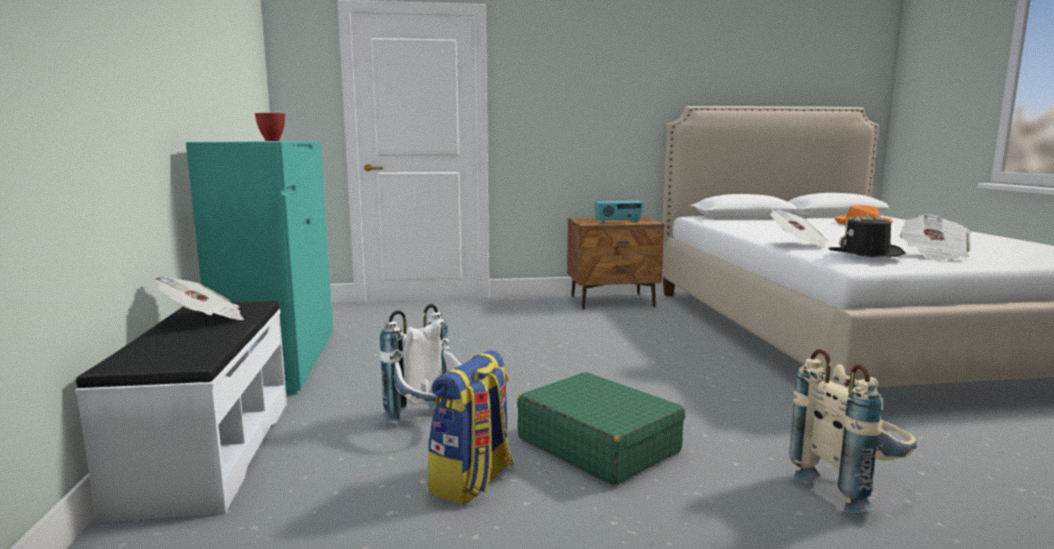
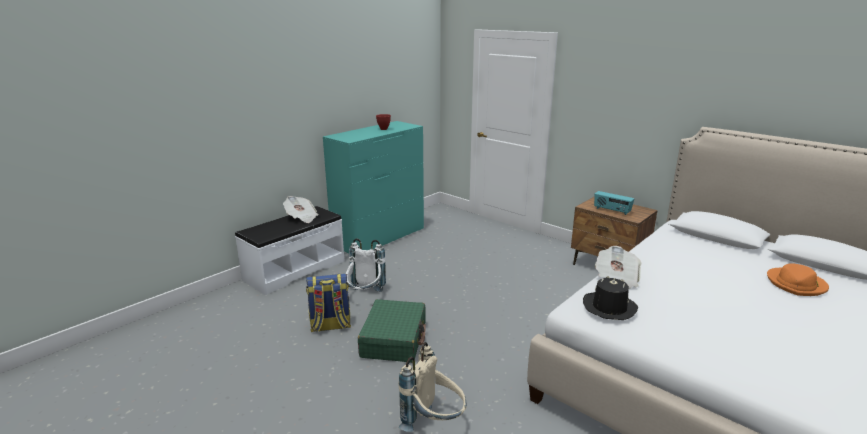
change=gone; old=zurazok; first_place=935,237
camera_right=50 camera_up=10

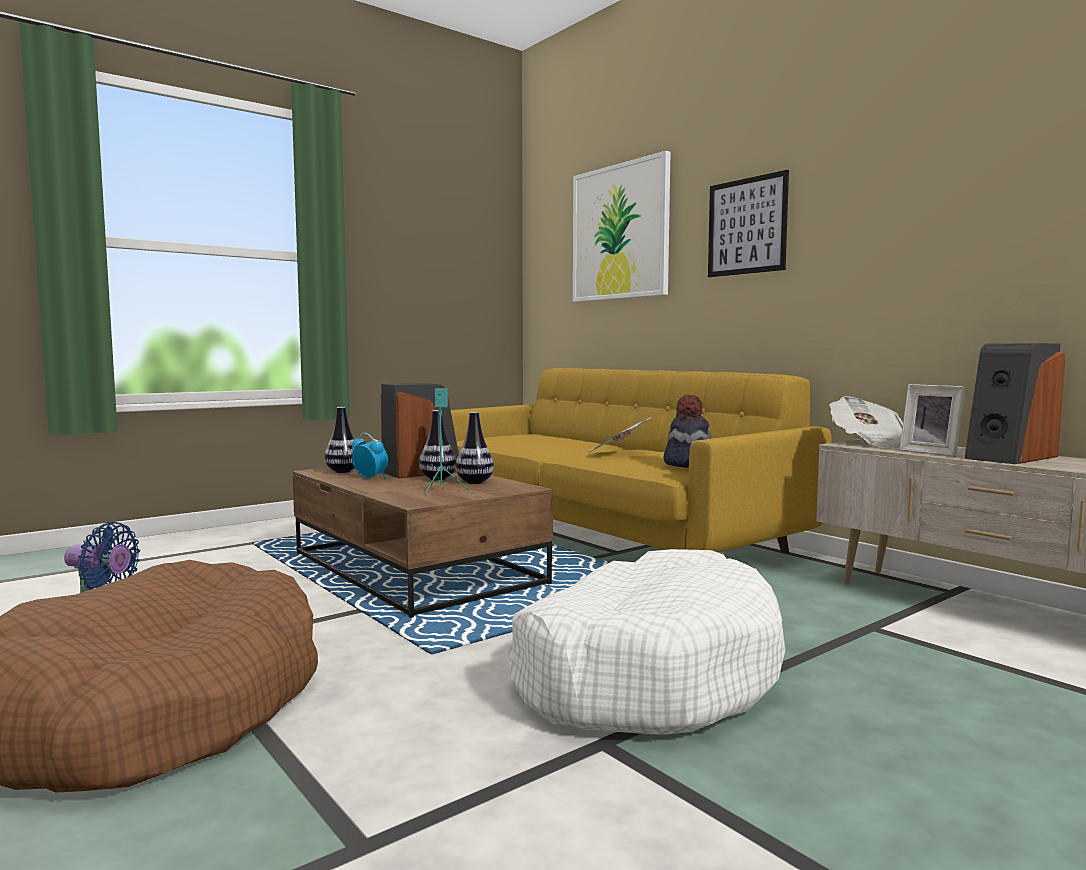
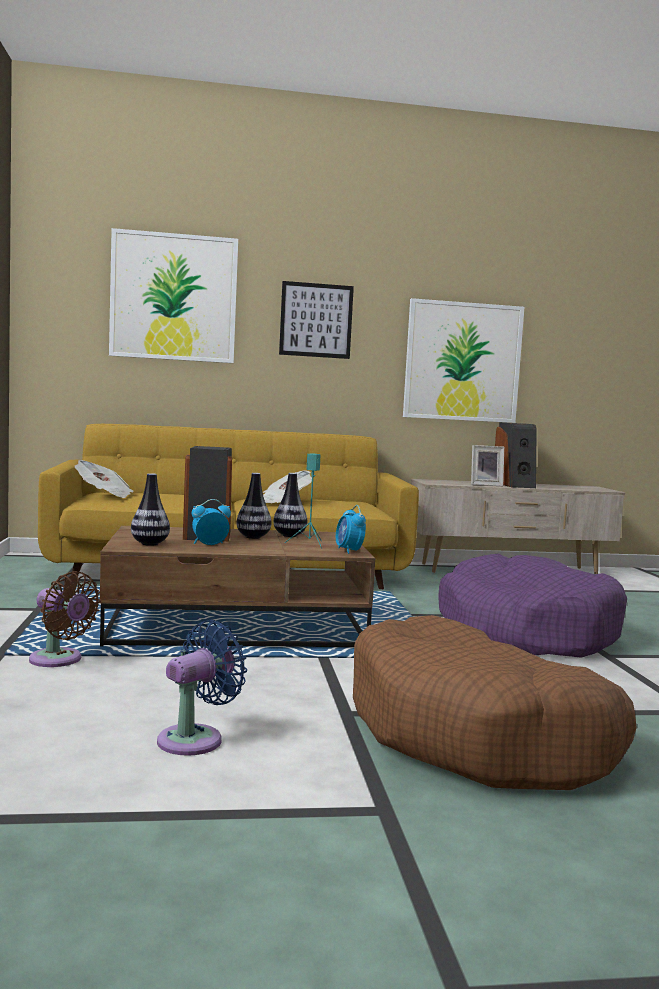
change=gone; old=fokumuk; first_place=687,431
change=new; new=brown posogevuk; second_place=65,619
change=new; new=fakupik; second_place=351,529
change=new; new=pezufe; second_place=463,360
change=shifted; old=zurazok; first_place=866,422; second_place=104,479
change=repainted; old=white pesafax; new=purple pesafax; first_place=646,642; second_place=532,605
camera_right=-60 camera_up=0

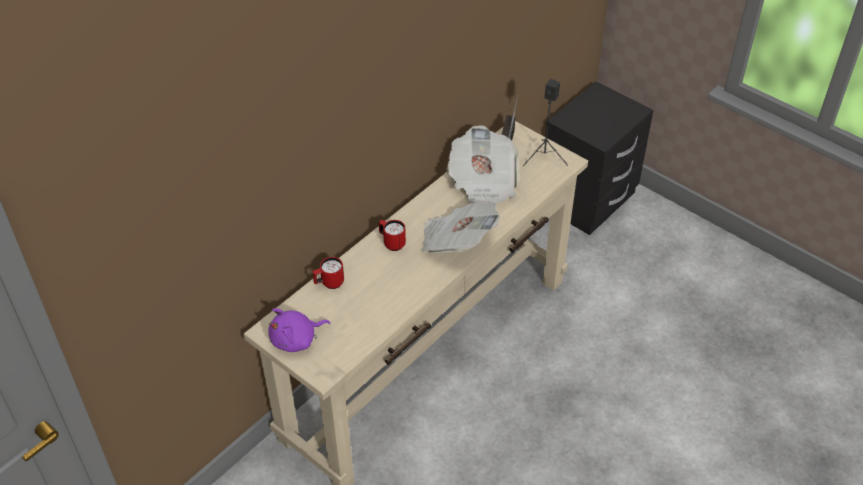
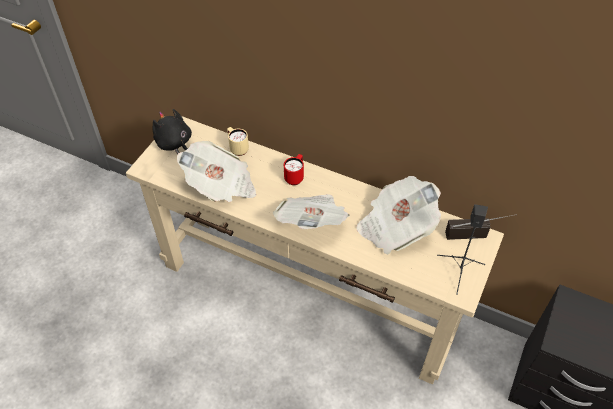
change=new; new=zurazok; second_place=217,171
change=repainted; old=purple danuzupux; new=black danuzupux; first_place=299,330; second_place=172,131
change=repainted; old=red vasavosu; new=beige vasavosu; first_place=328,273; second_place=238,141
camera_right=75 camera_up=5

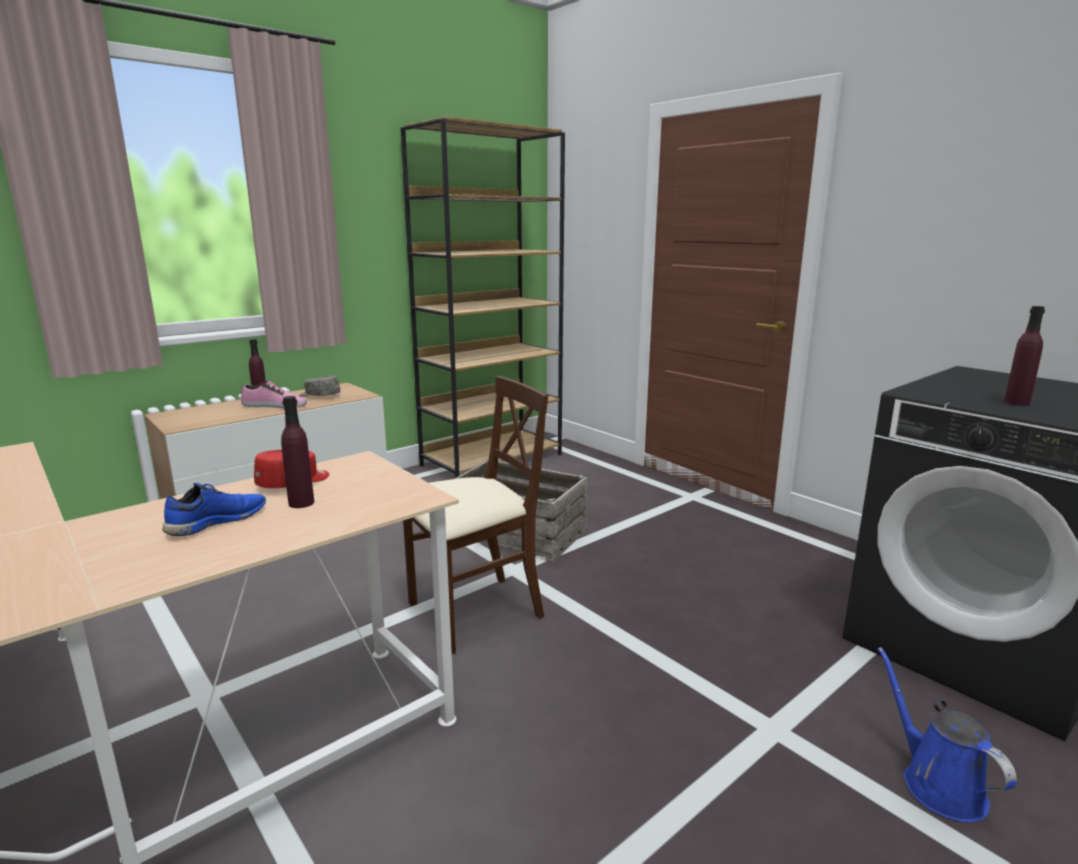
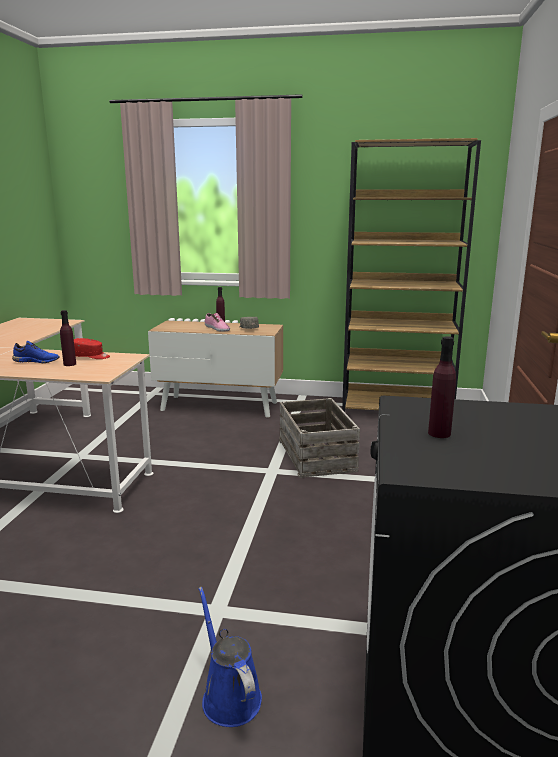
change=gone; old=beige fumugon; first_place=475,515
change=rotated; old=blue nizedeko; first_place=947,734; second_place=230,657; degrees=-60
camera_right=50 camera_up=0

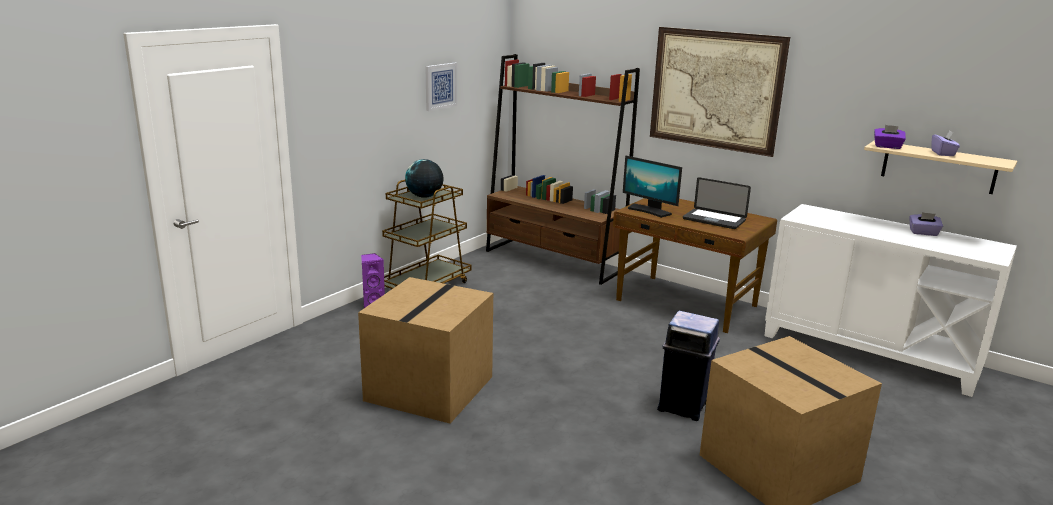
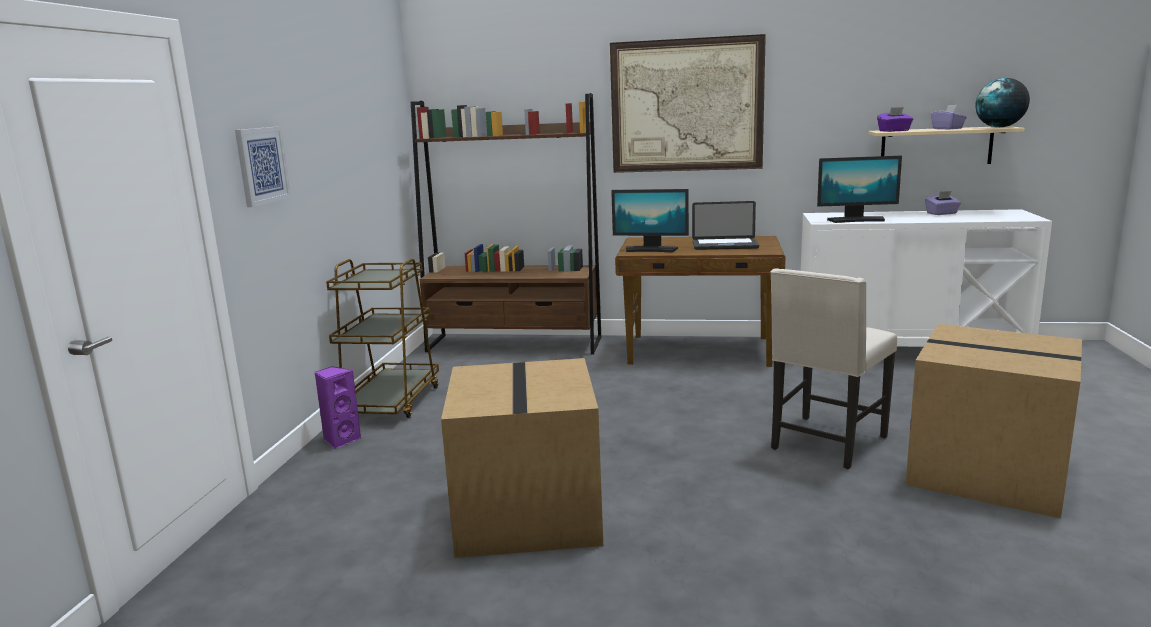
change=new; new=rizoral; second_place=859,189
change=shifted; old=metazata; first_place=424,178; second_place=1002,102
change=shifted; old=pezufe; first_place=441,87; second_place=263,166
change=swapped; old=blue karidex; new=beige fumugon; first_place=688,366; second_place=833,368
camera_right=-25 camera_up=-5

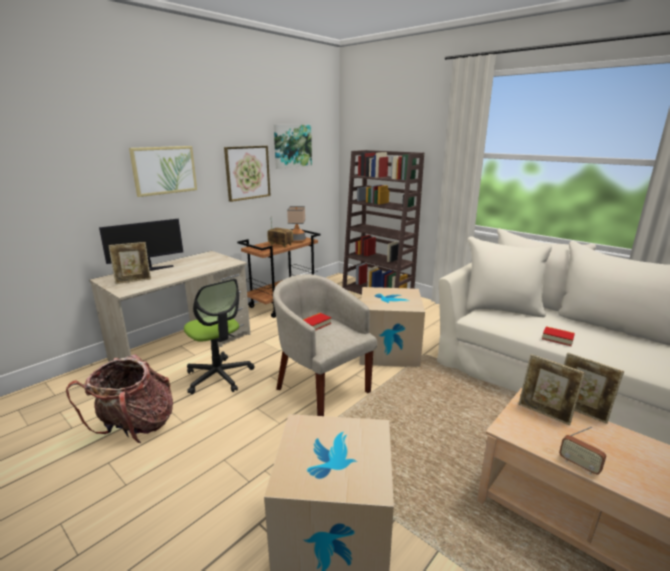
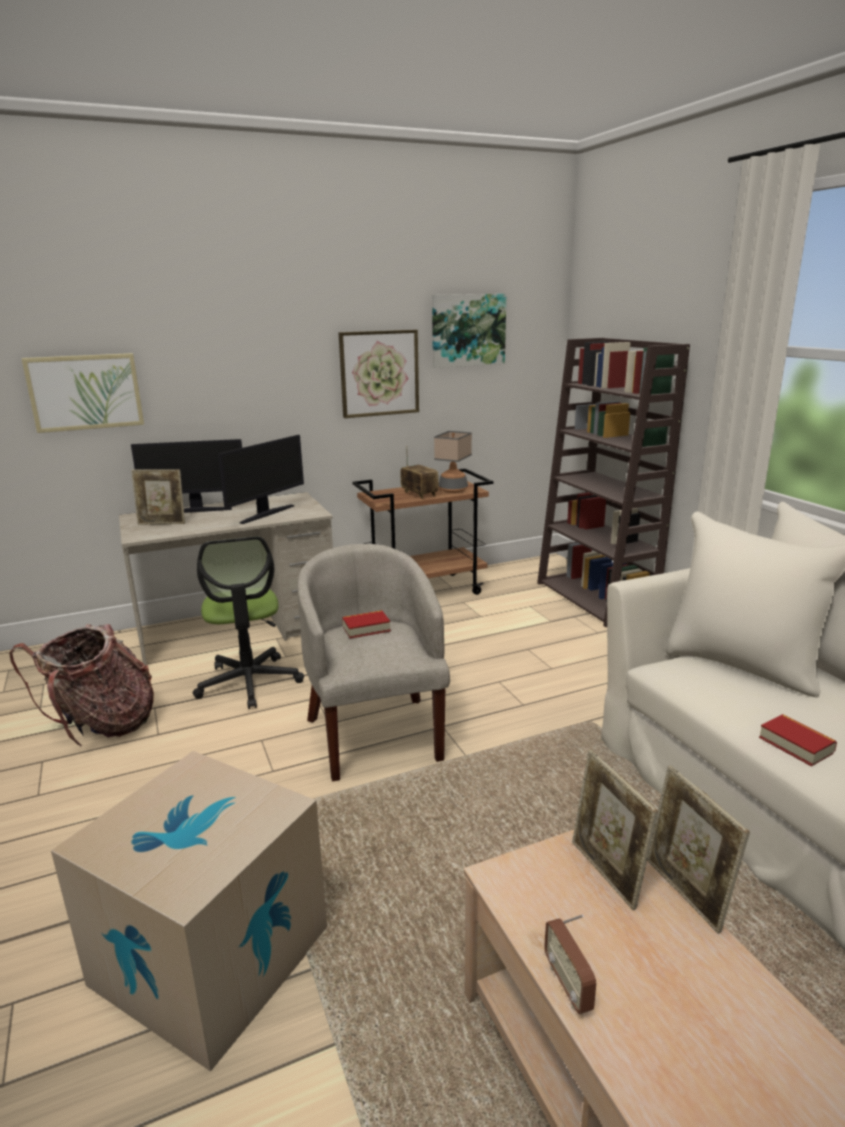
change=gone; old=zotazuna; first_place=392,327
change=new; new=rizoral; second_place=261,479
change=shifted; old=pezufe; first_place=163,171; second_place=82,393
camera_right=25 camera_up=0

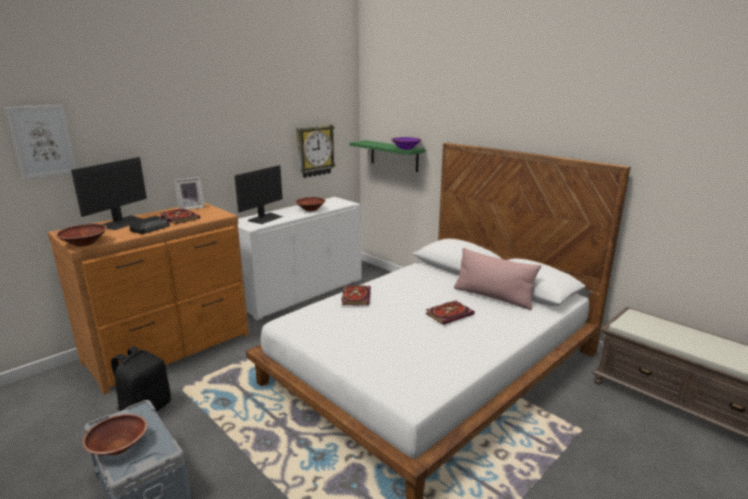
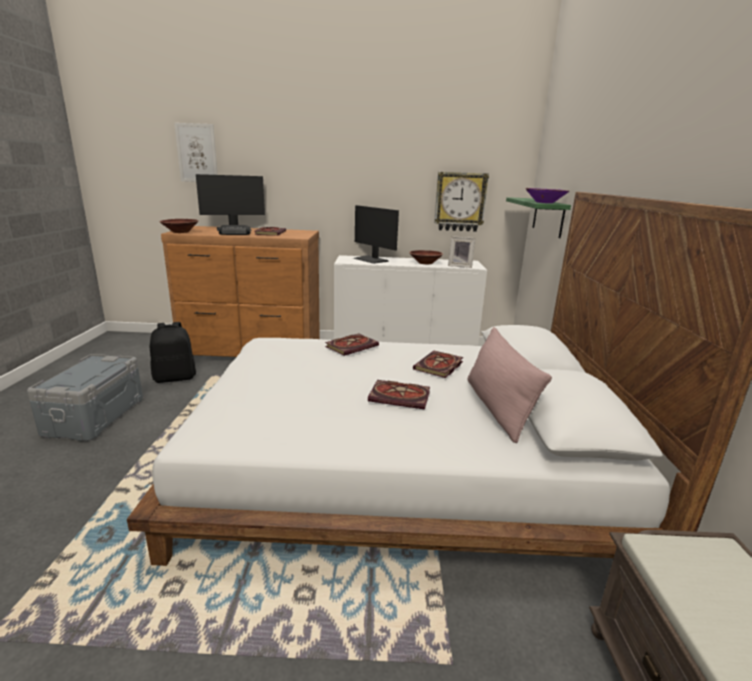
change=gone; old=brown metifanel; first_place=114,434
change=new; new=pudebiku; second_place=438,364
change=shifted; old=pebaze; first_place=189,193; second_place=461,252
change=rotated; old=rizoral; first_place=259,194; second_place=376,234; degrees=60
camera_right=45 camera_up=0

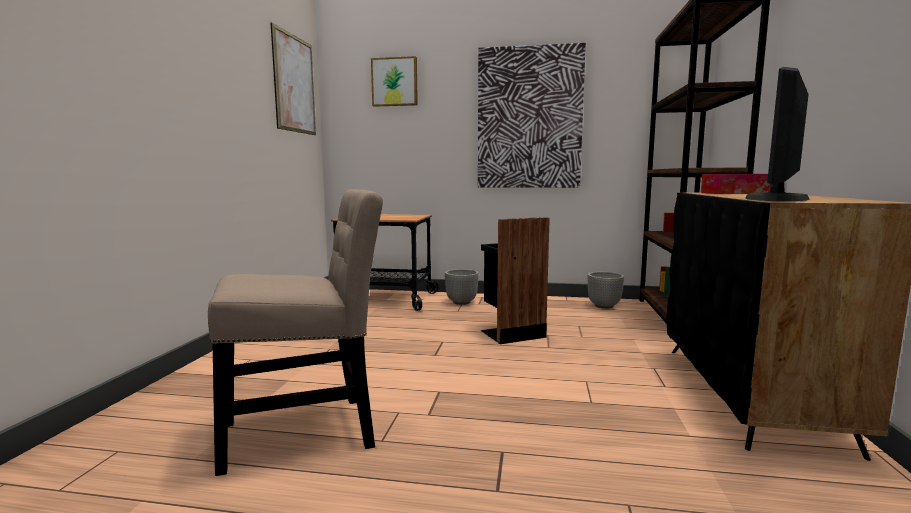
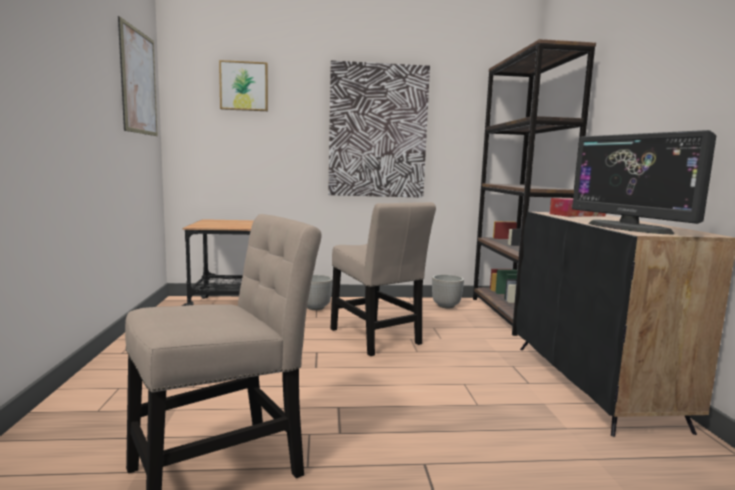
change=swapped; old=black karidex; new=beige fumugon; first_place=515,280; second_place=383,279
change=rotated; old=rizoral; first_place=777,134; second_place=644,182; degrees=-45
camera_right=-15 camera_up=0

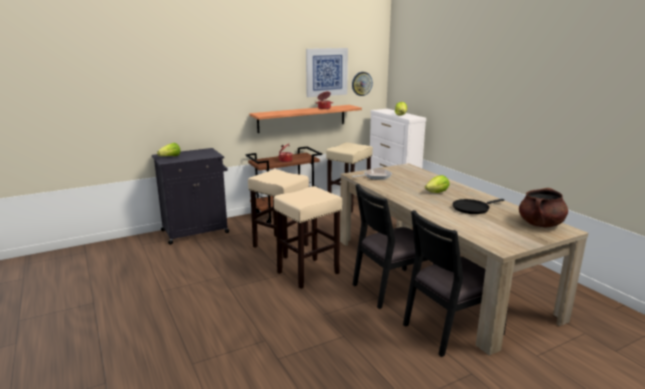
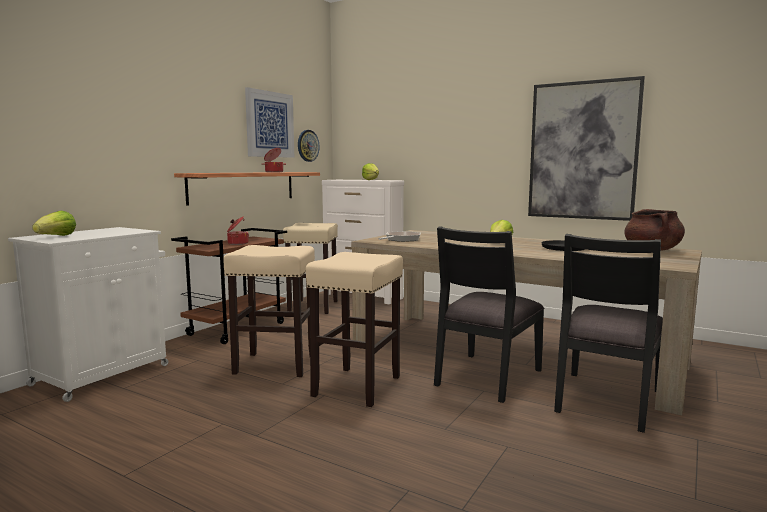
change=new; new=pezufe; second_place=586,148
change=repainted; old=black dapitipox; new=white dapitipox; first_place=190,196; second_place=88,314
camera_right=-30 camera_up=-10

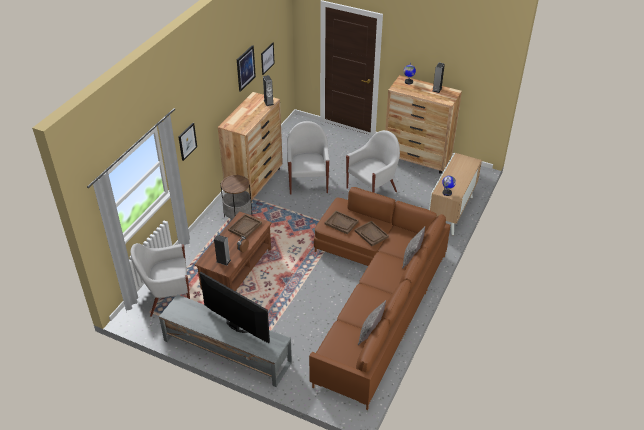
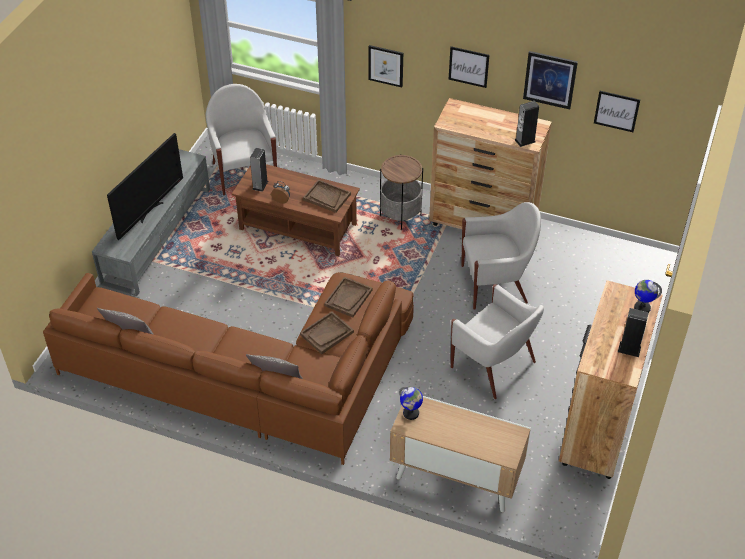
change=new; new=pezufe; second_place=469,67
camera_right=85 camera_up=5

